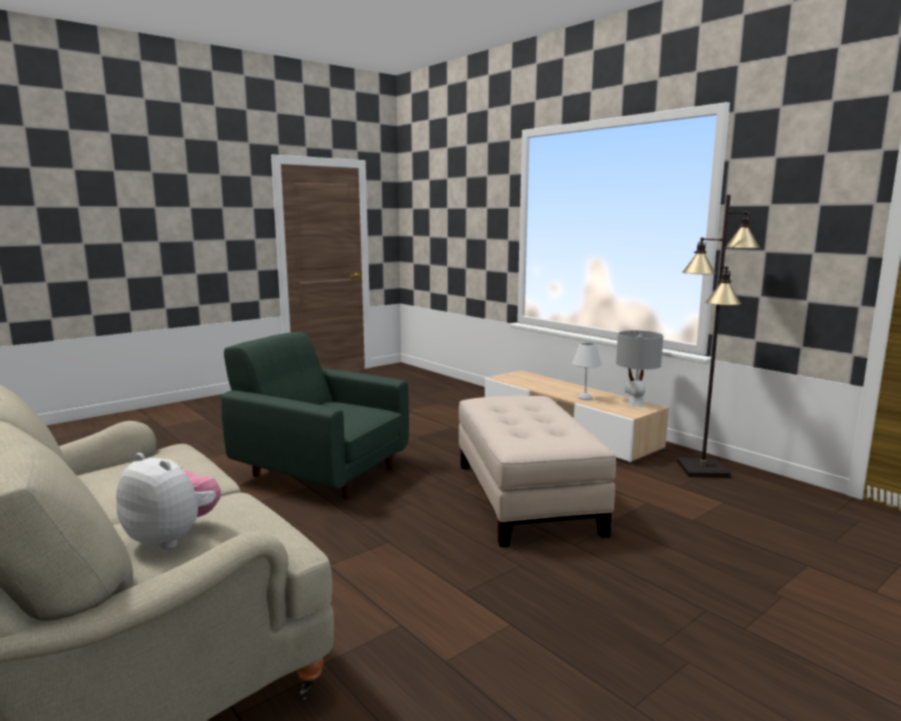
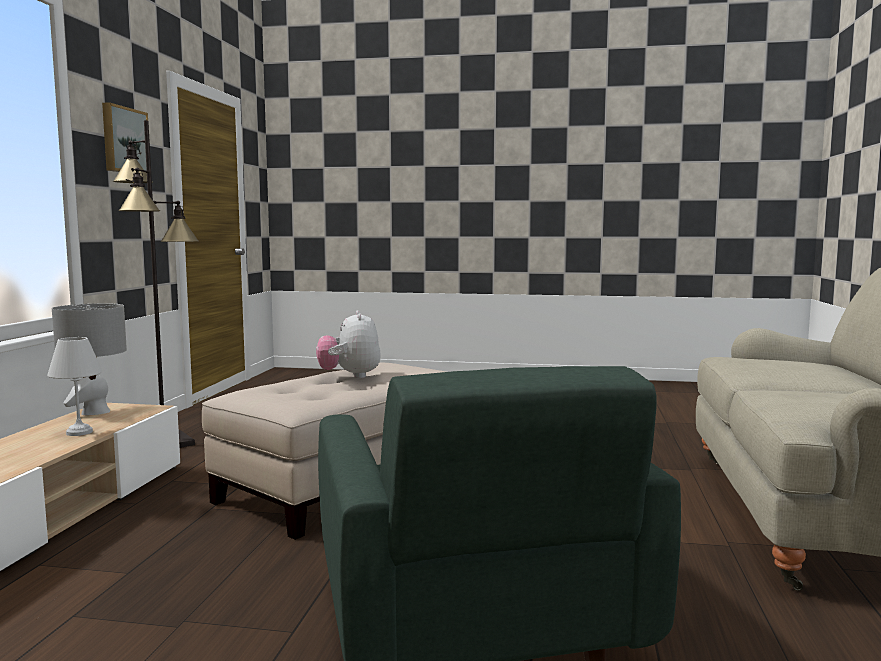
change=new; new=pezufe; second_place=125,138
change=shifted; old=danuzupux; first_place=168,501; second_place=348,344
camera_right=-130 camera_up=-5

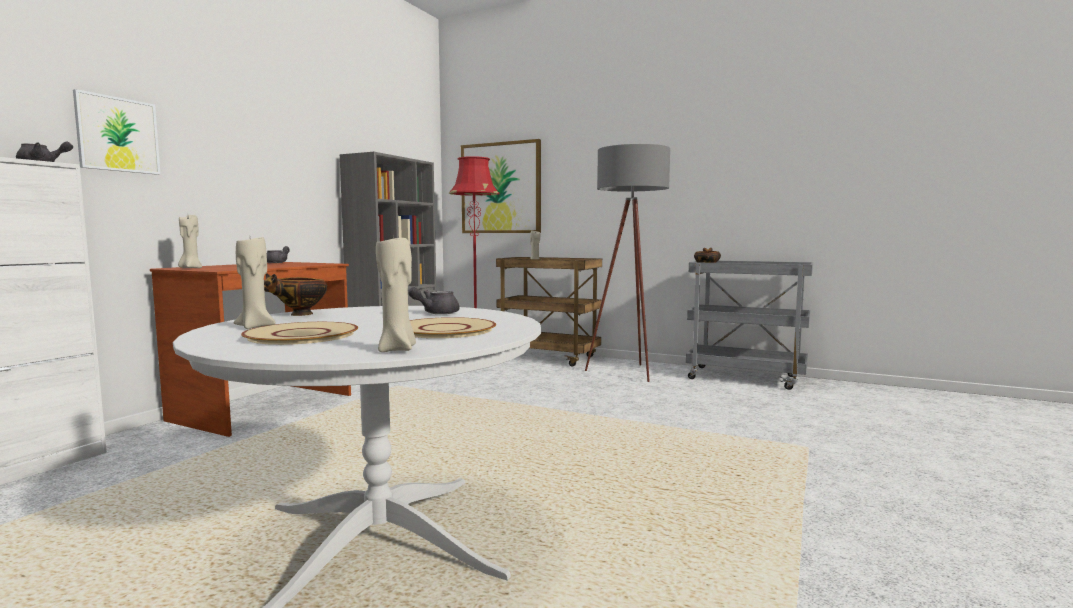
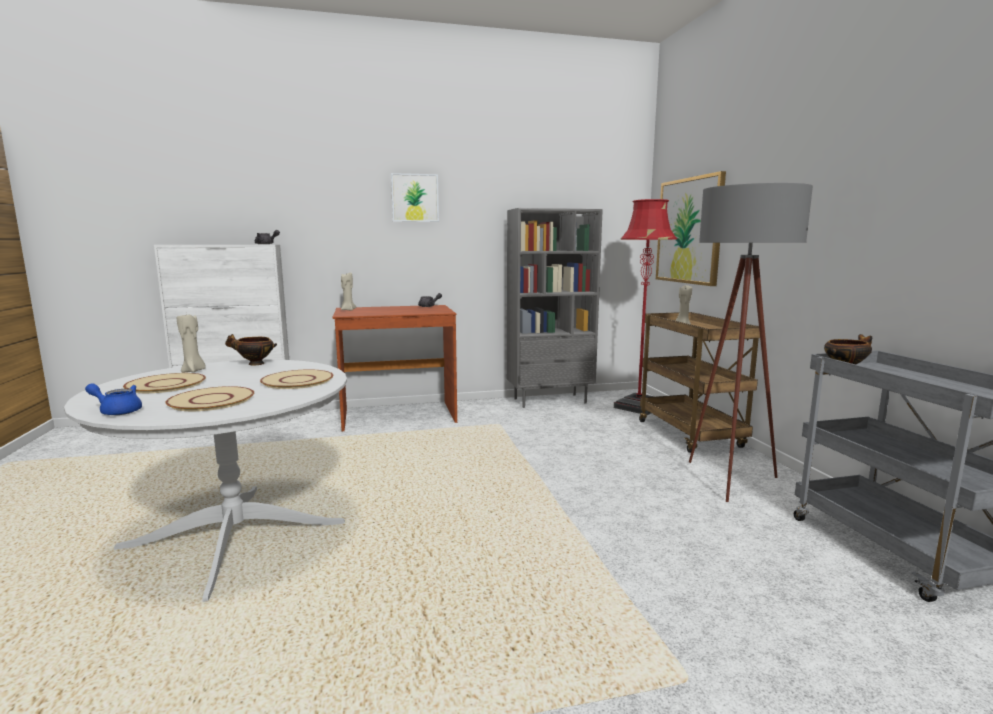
change=shifted; old=pezufe; first_place=117,132; second_place=415,197
change=swapped; old=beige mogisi; new=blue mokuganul; first_place=396,294; second_place=113,399
change=swapped; old=grey mokuganul; new=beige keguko; first_place=433,300; second_place=296,379
camera_right=50 camera_up=5

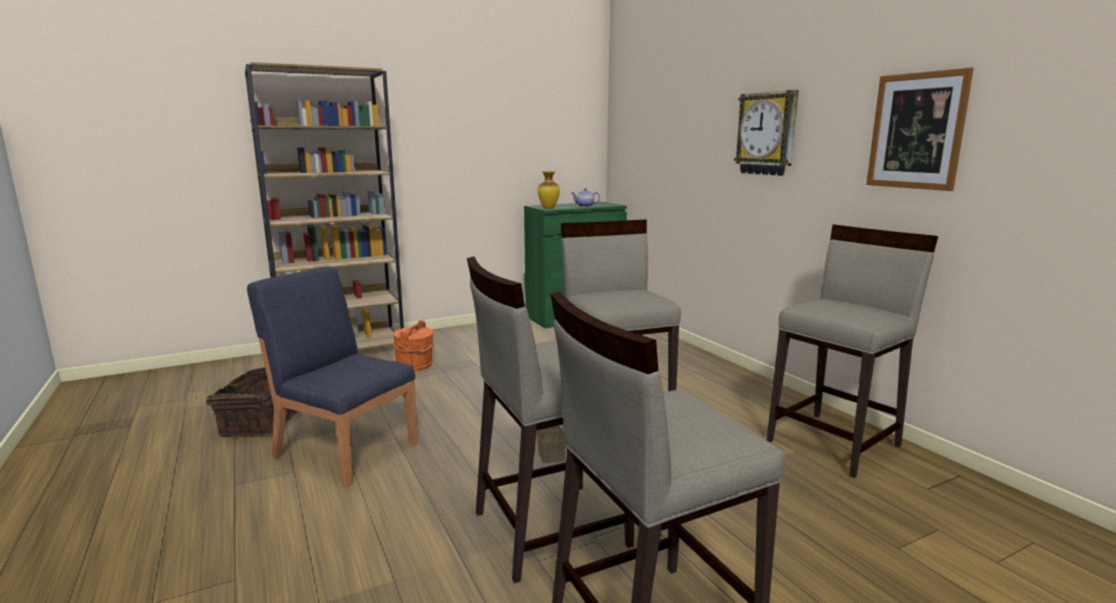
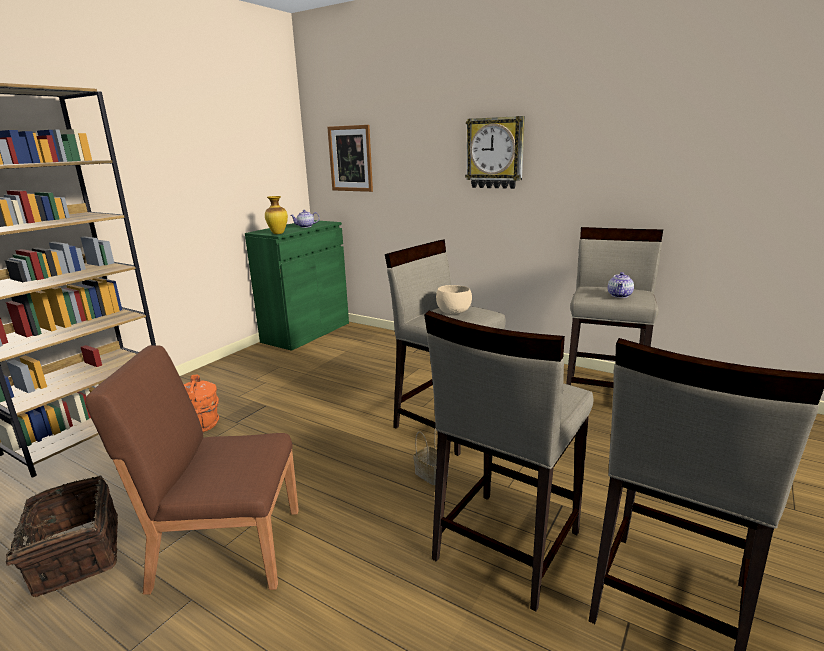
change=new; new=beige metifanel; second_place=454,299
change=new; new=mokuganul; second_place=621,285
change=shifted; old=pezufe; first_place=920,129; second_place=350,158
change=repainted; old=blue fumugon; new=brown fumugon; first_place=332,376; second_place=192,470
camera_right=-30 camera_up=5

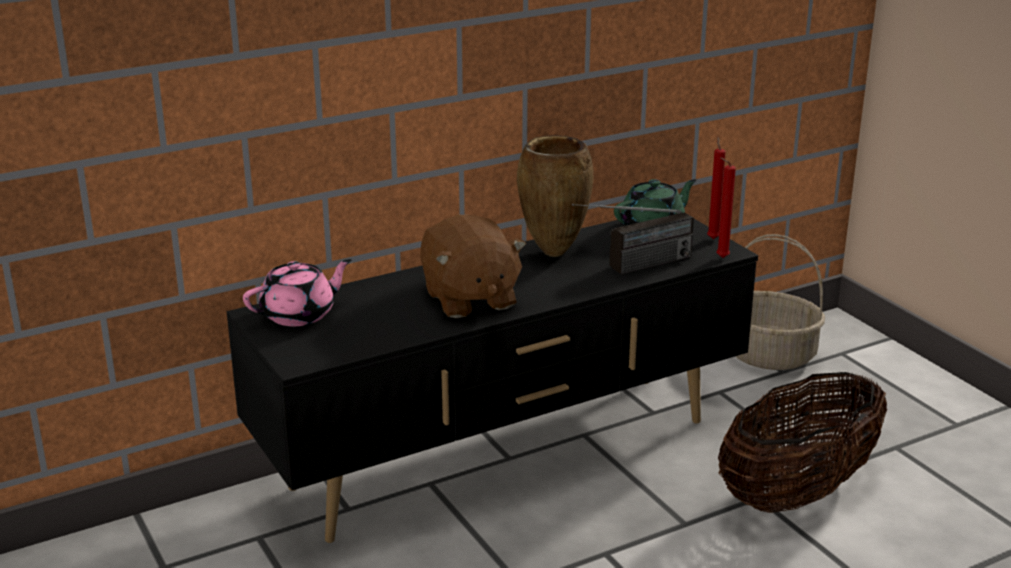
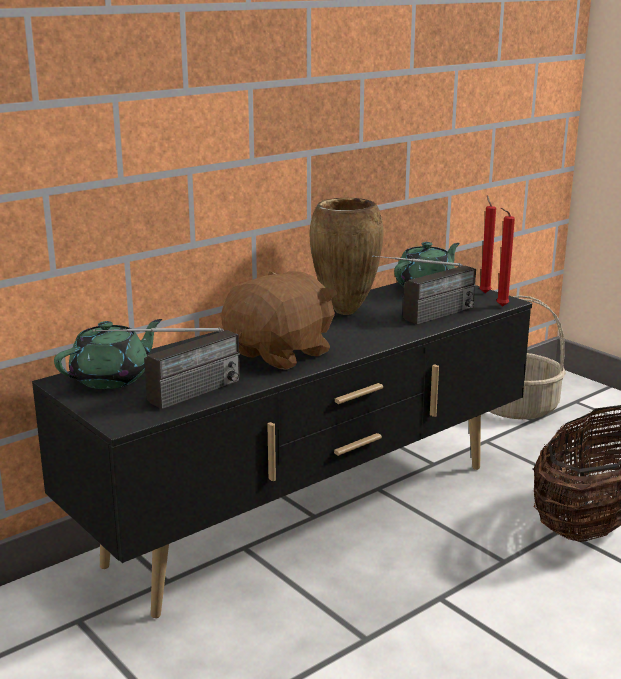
change=new; new=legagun; second_place=166,368
change=repainted; old=pink mokuganul; new=green mokuganul; first_place=297,292; second_place=108,354
change=rotated; old=brown danuzupux; first_place=473,266; second_place=279,320; degrees=-105
camera_right=-10 camera_up=-5

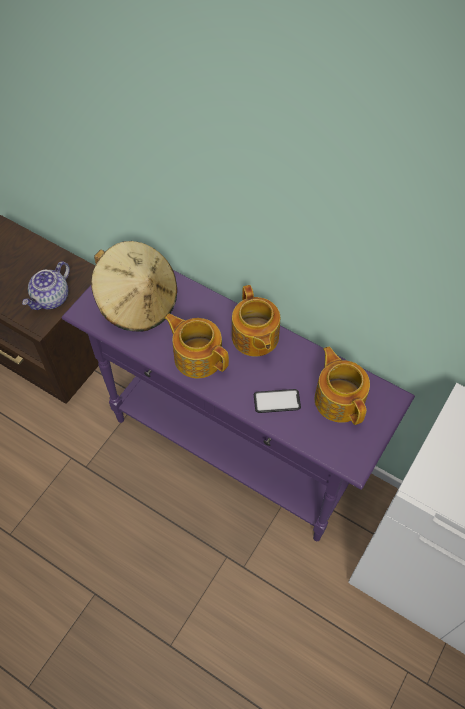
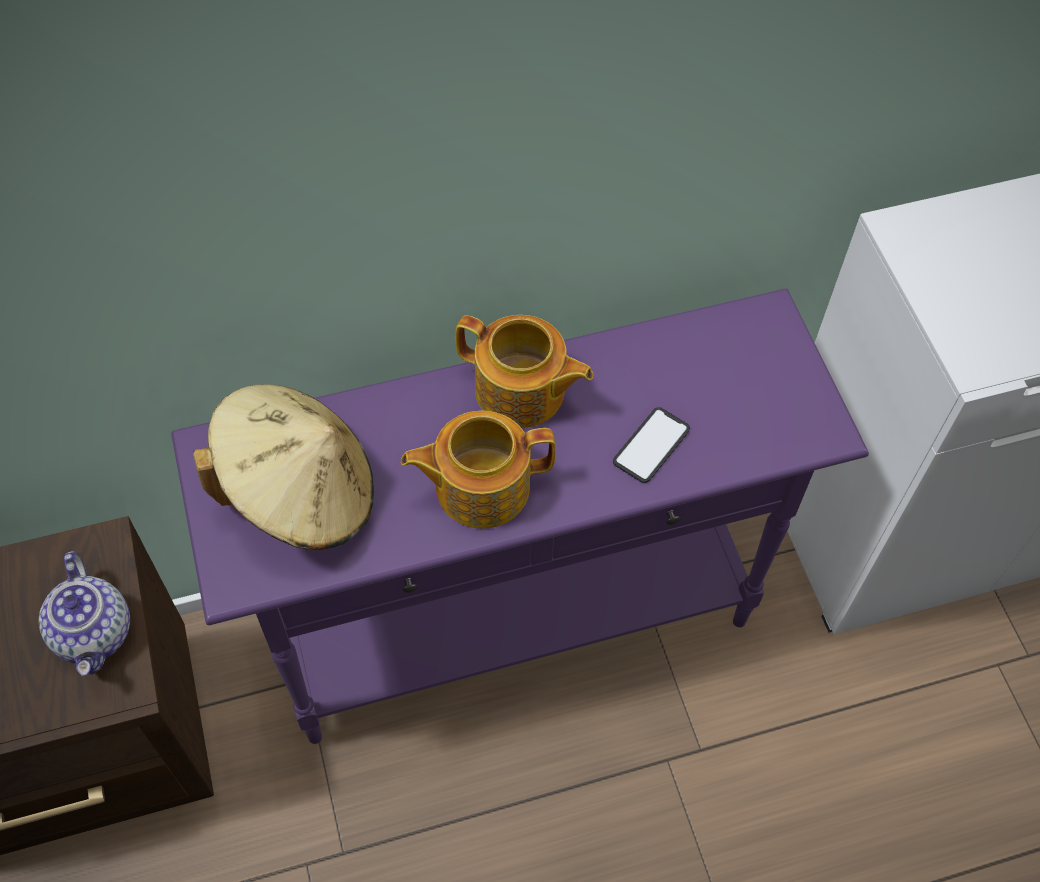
change=gone; old=mokuganul; first_place=342,386
camera_right=-50 camera_up=0

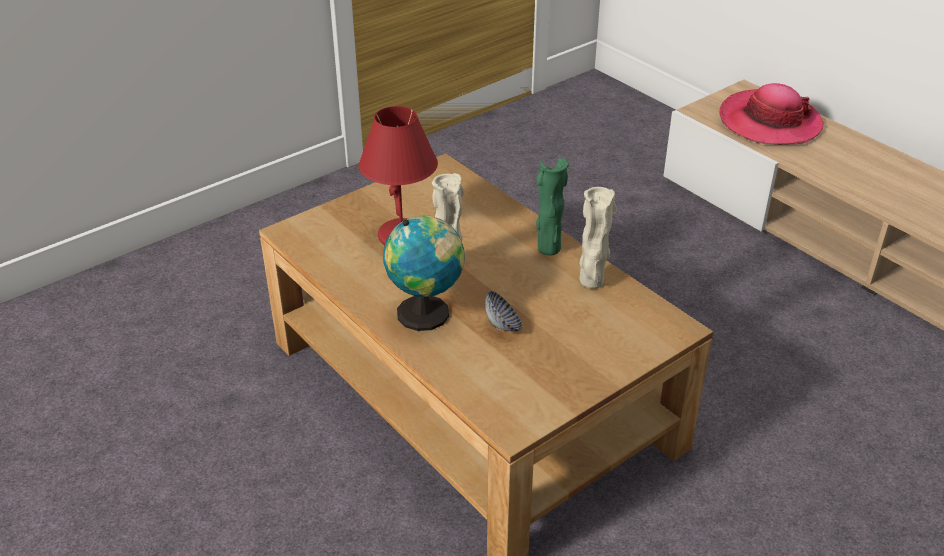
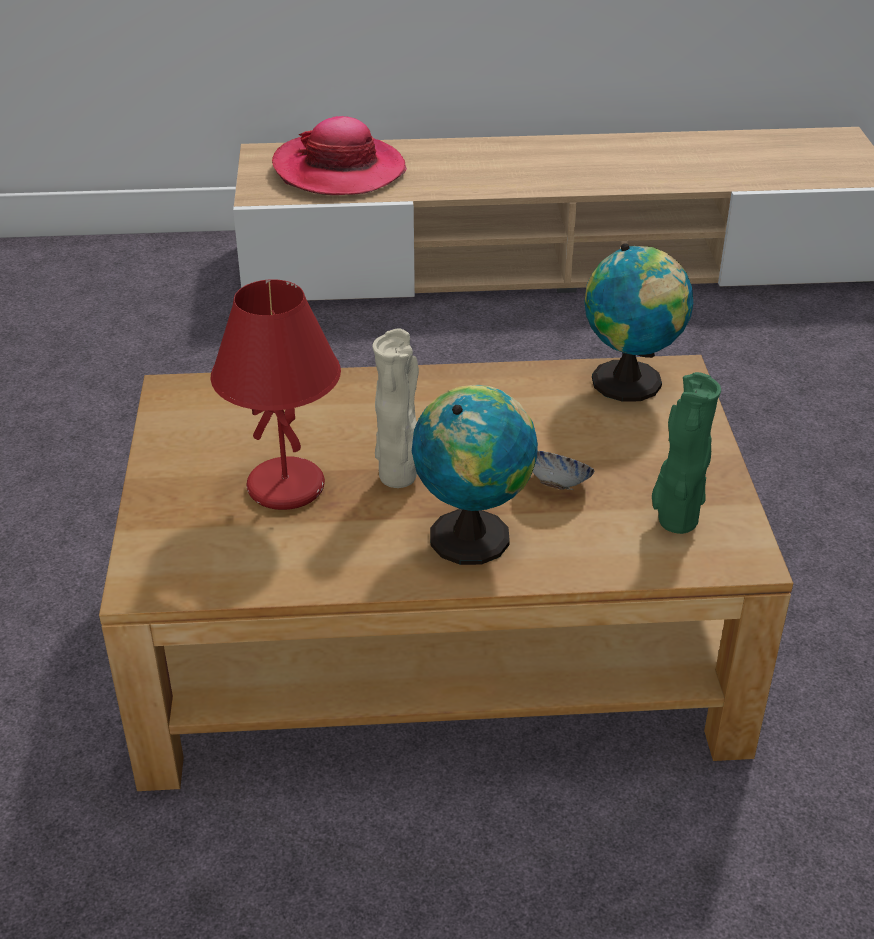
change=gone; old=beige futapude; first_place=598,238
change=new; new=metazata; second_place=638,322
change=shifted; old=green futapude; first_place=552,206; second_place=686,453
camera_right=-55 camera_up=0

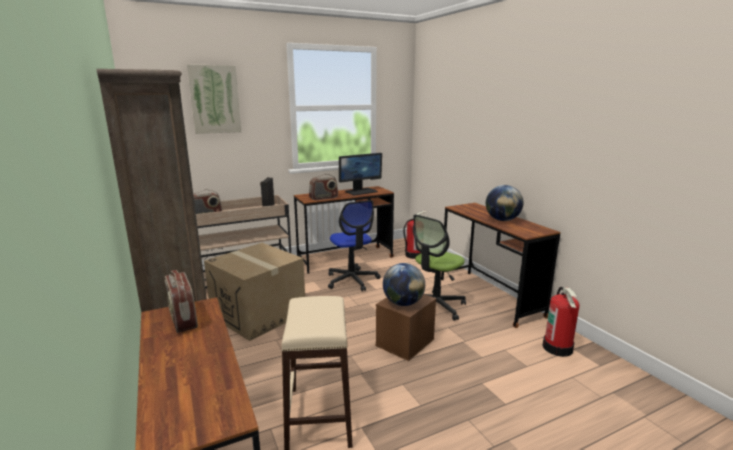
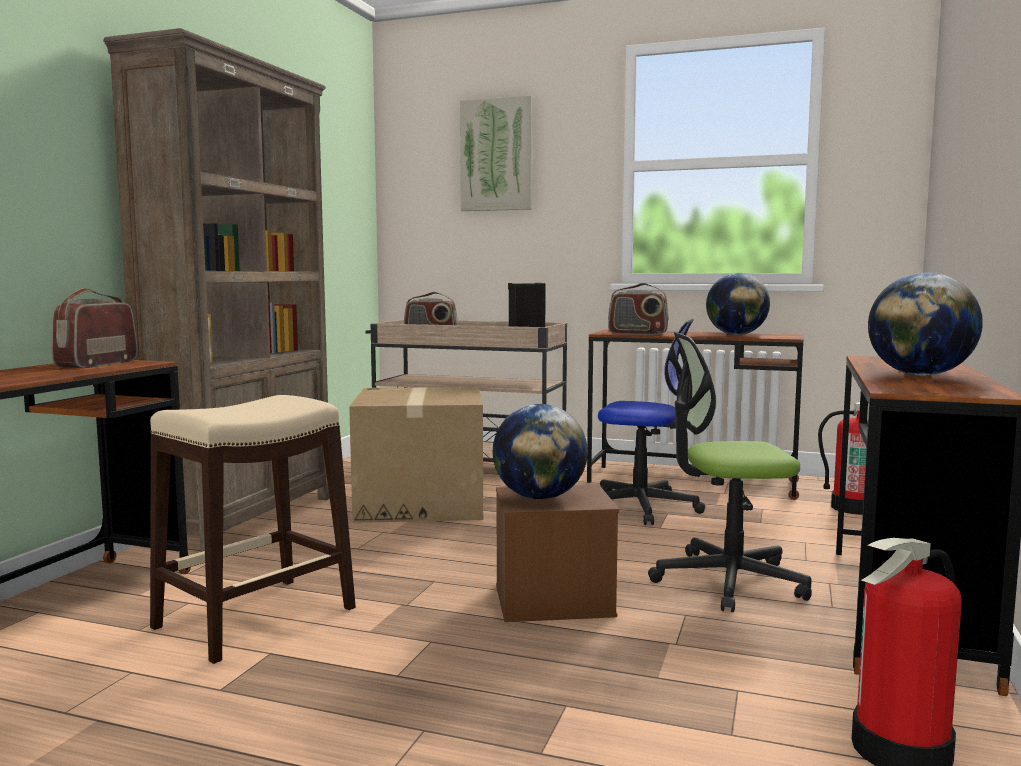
change=swapped; old=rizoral; new=metazata; first_place=360,174; second_place=738,304
change=rotated; old=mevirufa; first_place=354,245; second_place=651,422; degrees=-90
camera_right=45 camera_up=-10

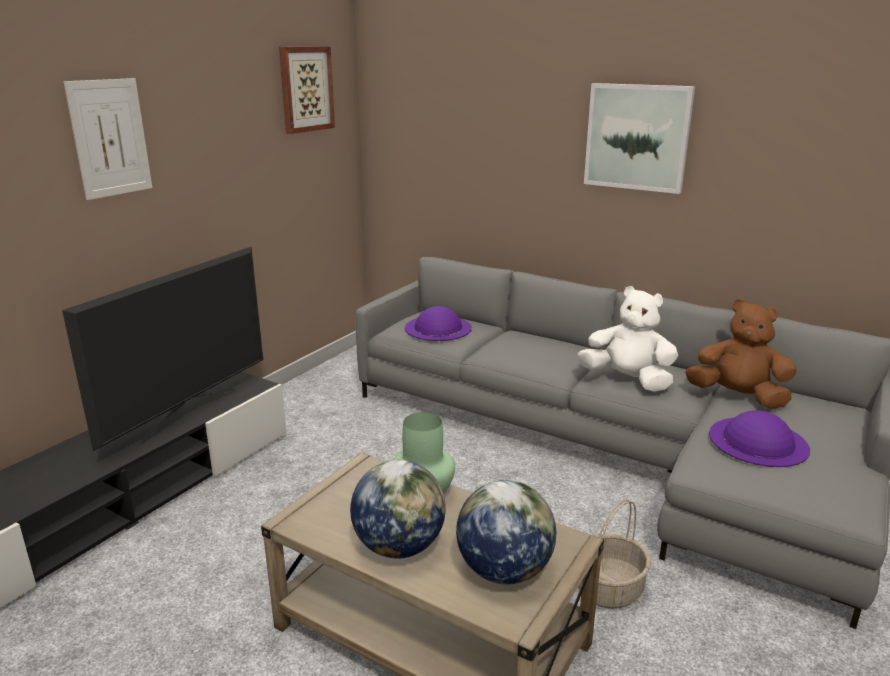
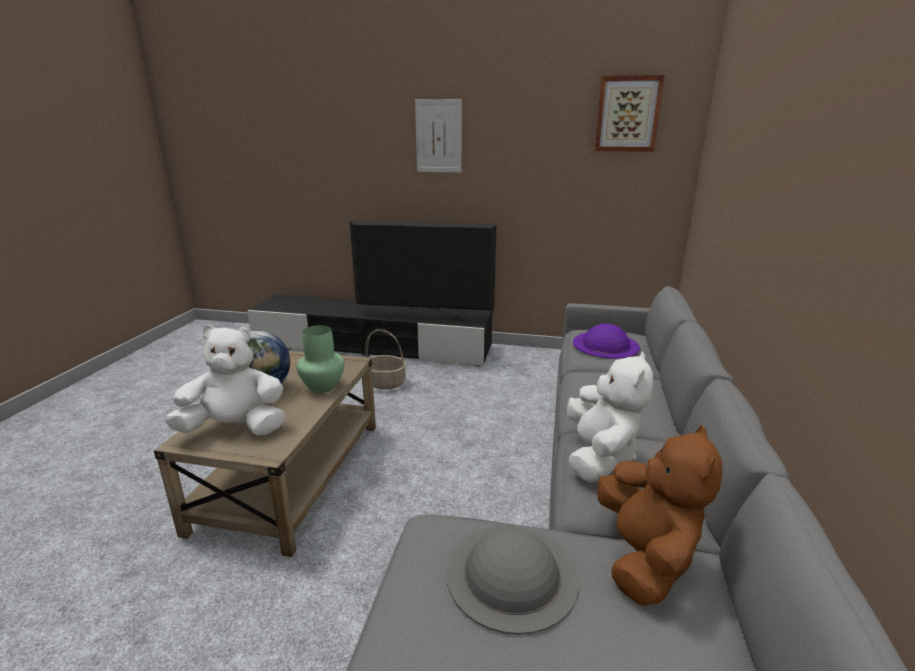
change=gone; old=pezufe; first_place=639,138
change=shifted; old=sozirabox; first_place=614,554; second_place=385,359
change=swapped; old=metazata; new=white danuzupux; first_place=506,532; second_place=225,380
change=repainted; old=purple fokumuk; new=grey fokumuk; first_place=759,438; second_place=512,580
camera_right=70 camera_up=0

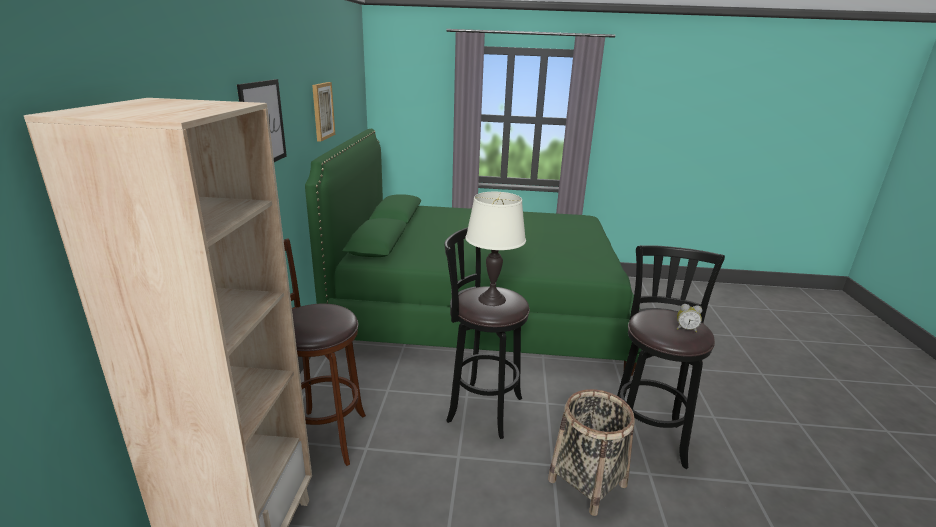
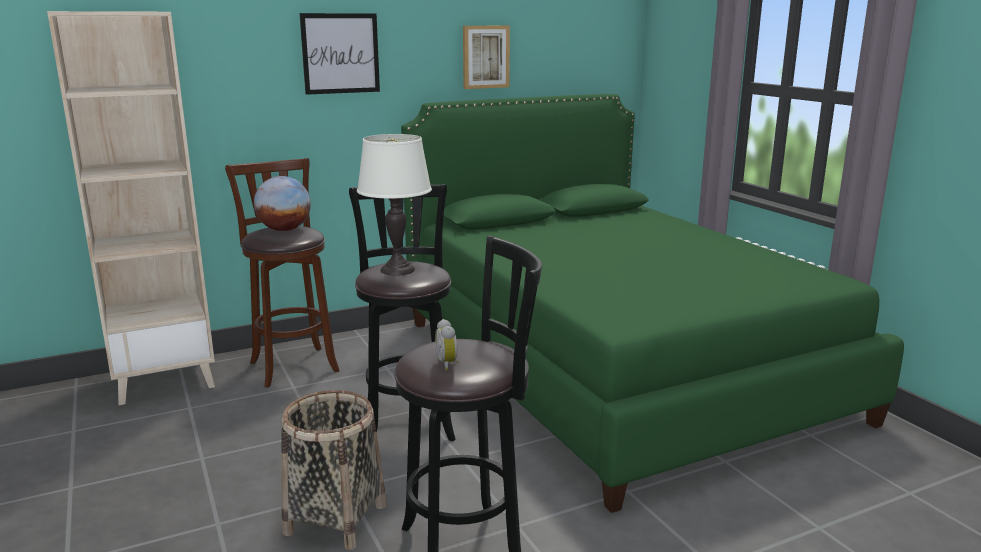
change=new; new=metazata; second_place=282,203
camera_right=60 camera_up=-5

